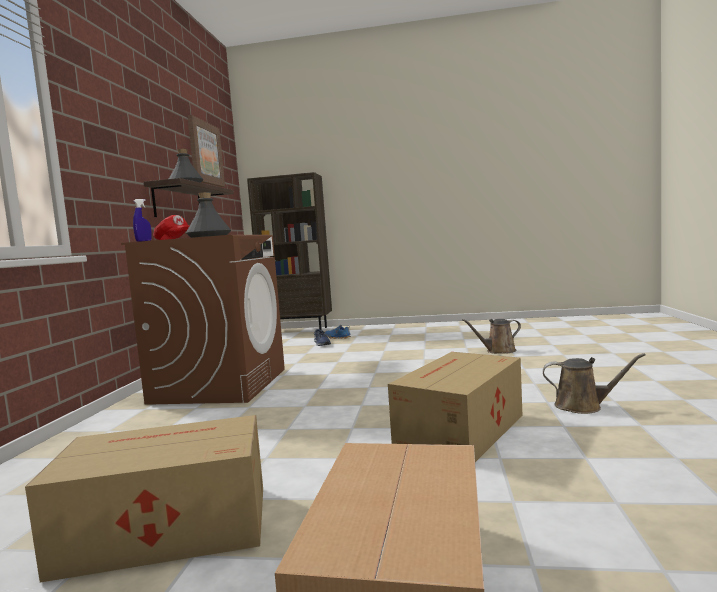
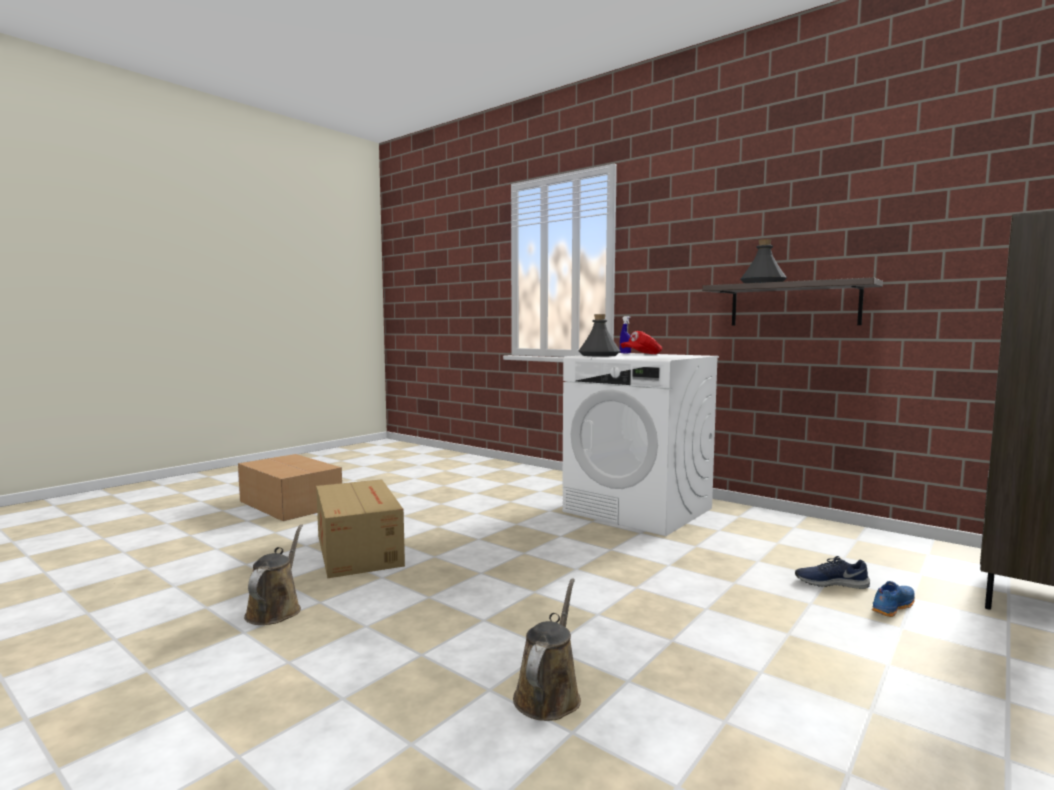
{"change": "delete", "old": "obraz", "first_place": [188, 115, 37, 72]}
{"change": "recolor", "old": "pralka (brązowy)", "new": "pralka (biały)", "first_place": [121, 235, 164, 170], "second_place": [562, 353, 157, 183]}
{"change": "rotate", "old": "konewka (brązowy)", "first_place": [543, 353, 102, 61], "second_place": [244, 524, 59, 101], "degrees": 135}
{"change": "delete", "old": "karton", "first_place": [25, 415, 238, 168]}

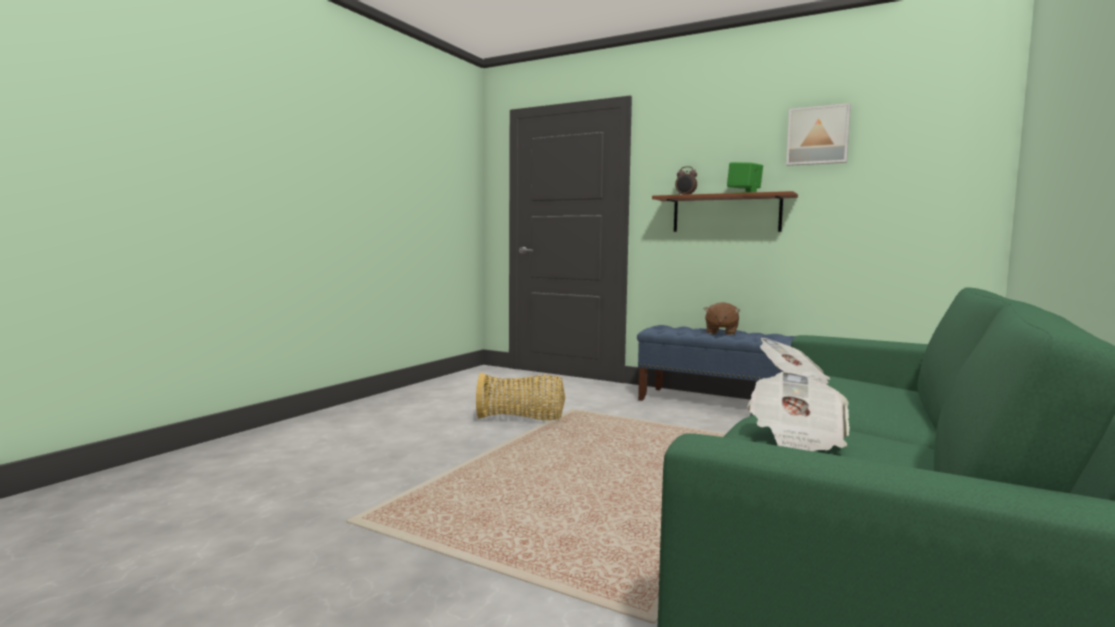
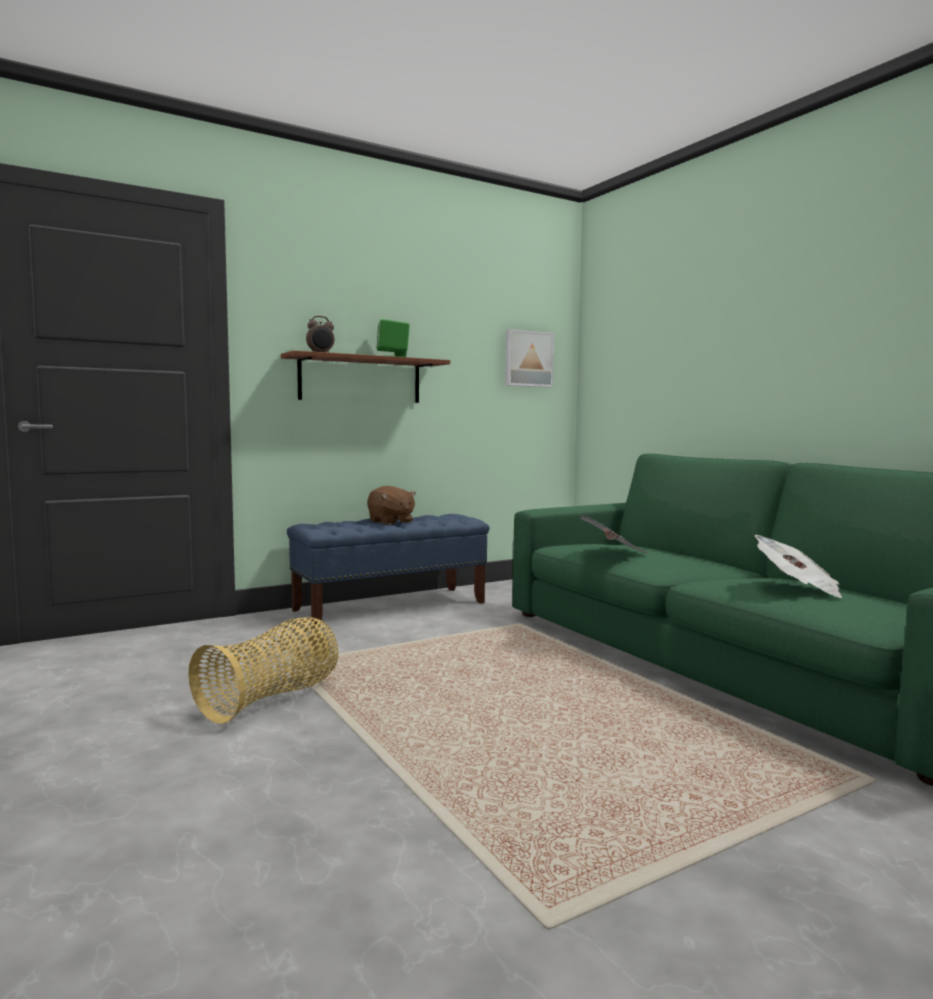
{"change": "move", "old": "obraz", "first_place": [786, 103, 65, 63], "second_place": [505, 329, 49, 58]}

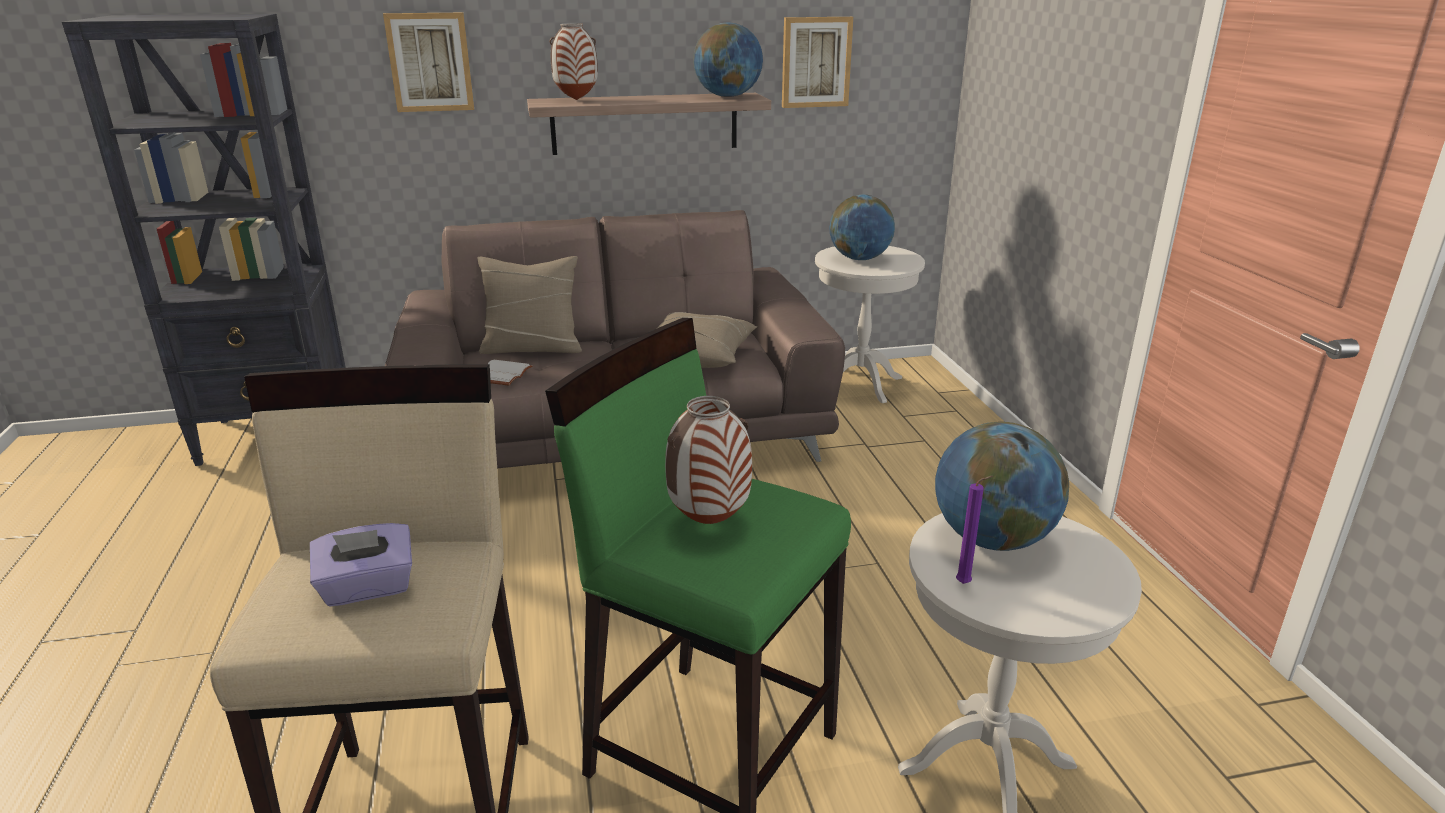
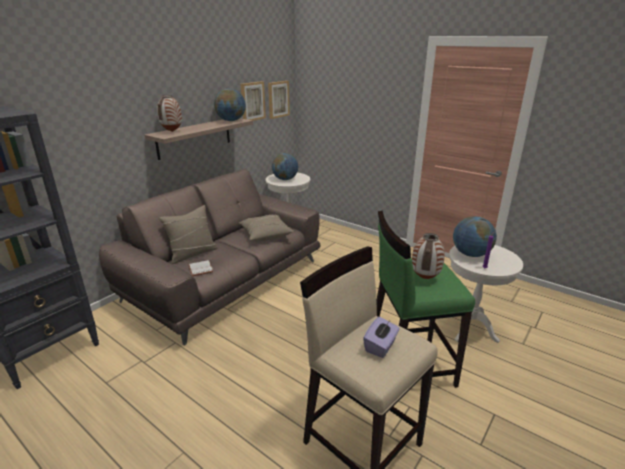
{"change": "move", "old": "obraz", "first_place": [383, 13, 91, 99], "second_place": [268, 81, 22, 38]}

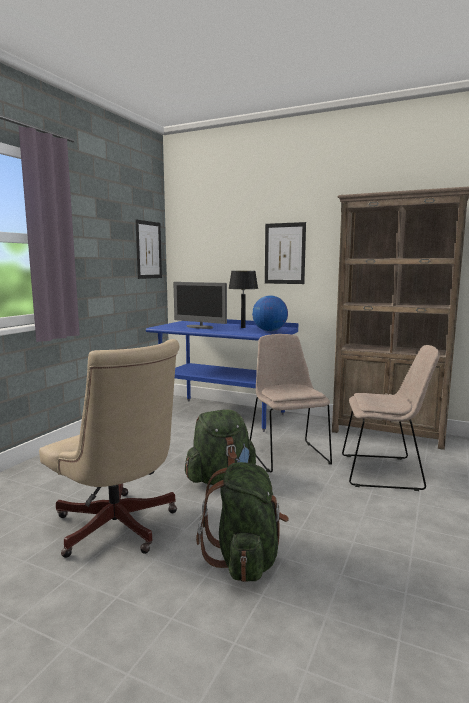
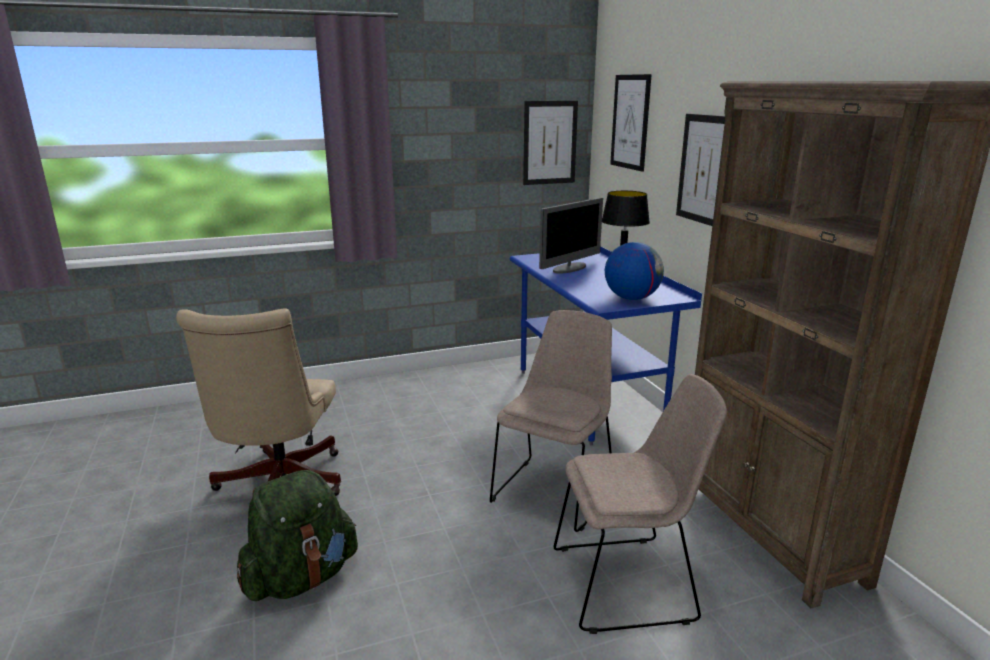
{"change": "rotate", "old": "monitor", "first_place": [173, 282, 54, 47], "second_place": [539, 198, 64, 75], "degrees": -120}
{"change": "rotate", "old": "krzesło (beżowy)", "first_place": [342, 345, 98, 146], "second_place": [554, 374, 173, 260], "degrees": -60}
{"change": "delete", "old": "plecak (zielony)", "first_place": [185, 409, 71, 76]}
{"change": "insert", "new": "obraz", "second_place": [610, 74, 42, 98]}

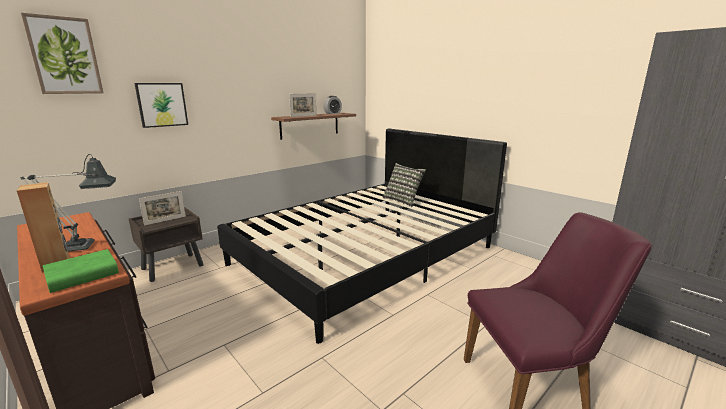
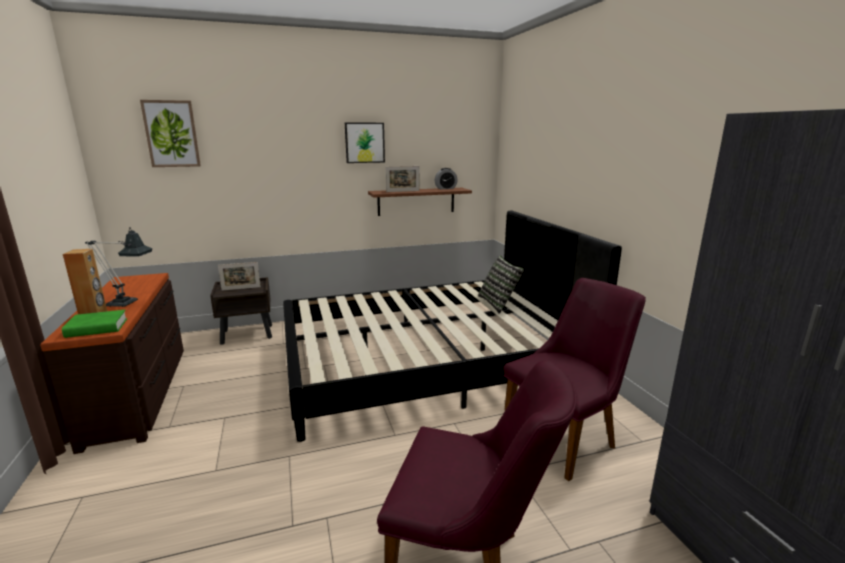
{"change": "move", "old": "obraz", "first_place": [134, 83, 54, 45], "second_place": [345, 122, 40, 41]}
{"change": "insert", "new": "krzesło (fioletowy)", "second_place": [503, 278, 143, 203]}

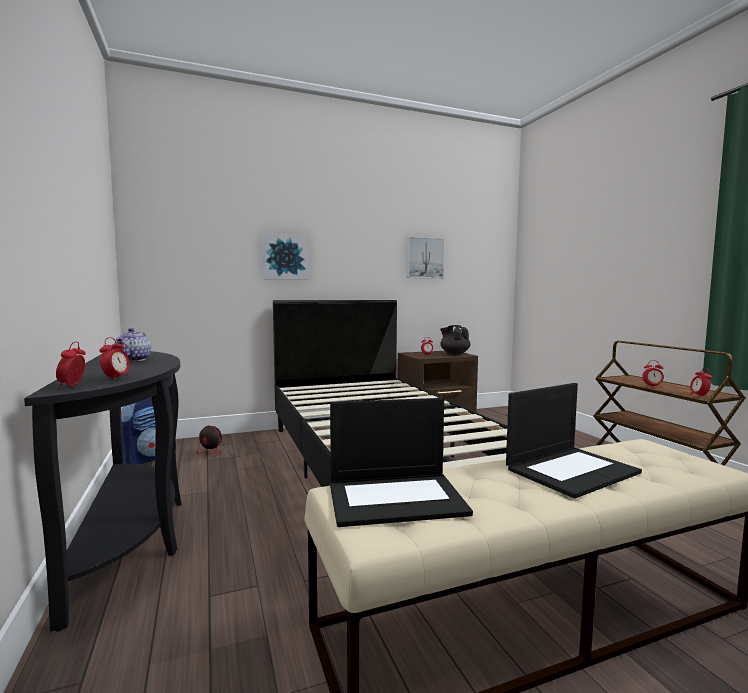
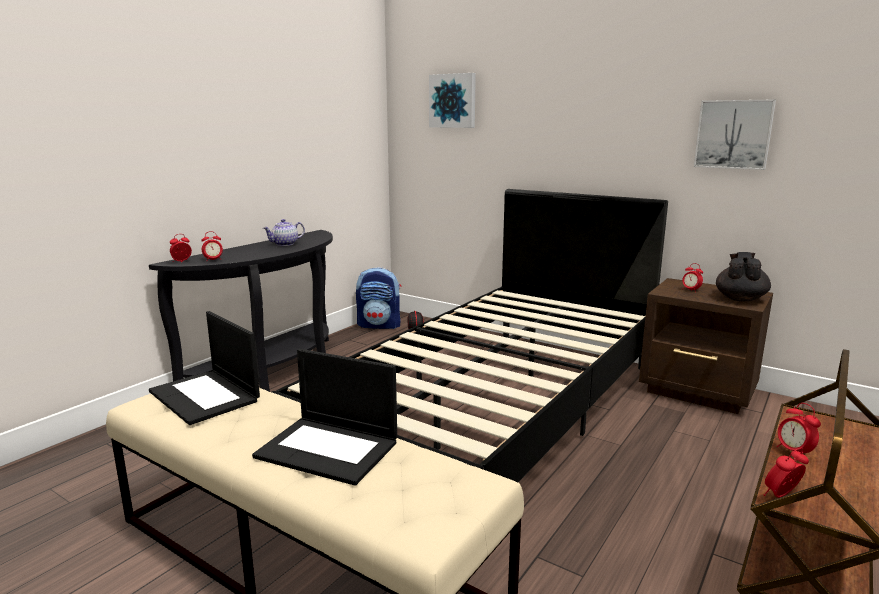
{"change": "move", "old": "obraz", "first_place": [262, 233, 47, 47], "second_place": [429, 73, 47, 55]}

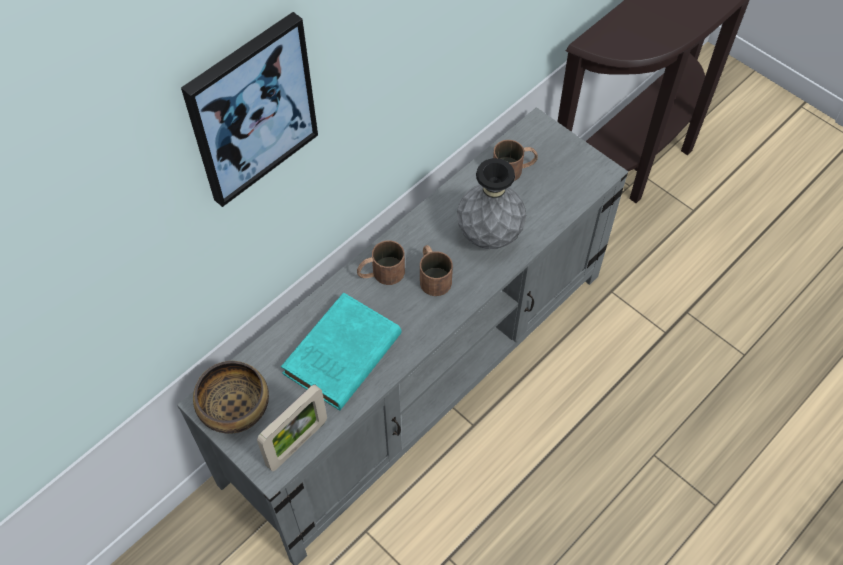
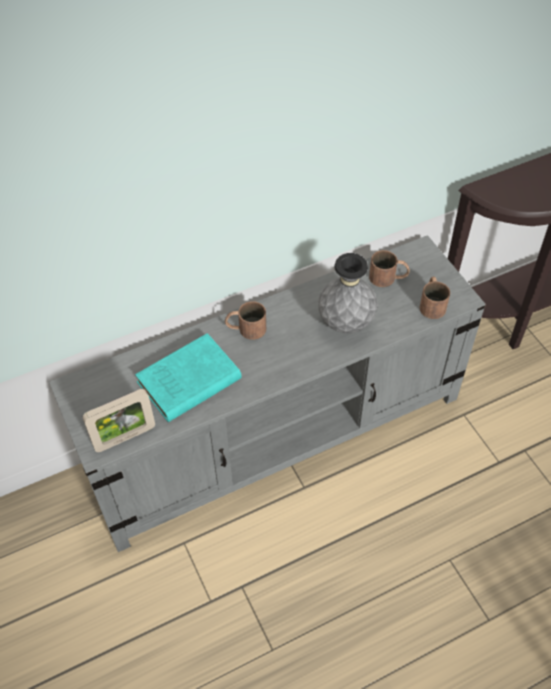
{"change": "delete", "old": "obraz", "first_place": [181, 12, 137, 195]}
{"change": "move", "old": "kubek (brązowy)", "first_place": [420, 245, 33, 51], "second_place": [420, 276, 30, 43]}
{"change": "delete", "old": "miska", "first_place": [193, 361, 76, 73]}

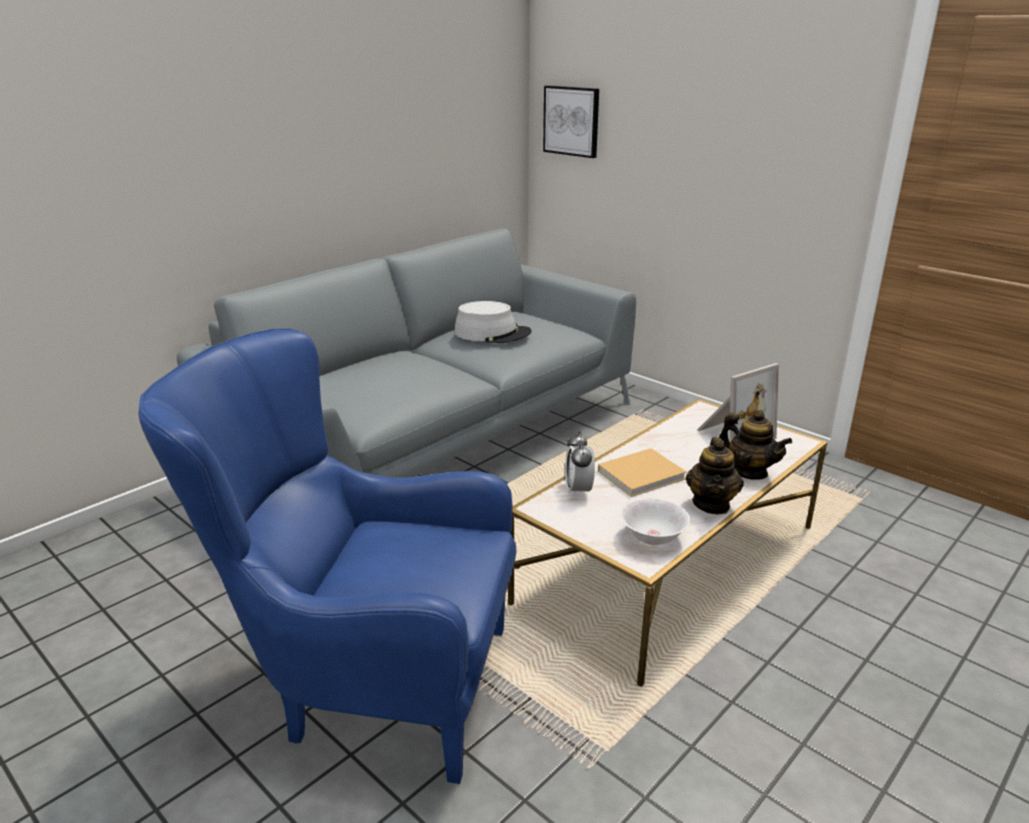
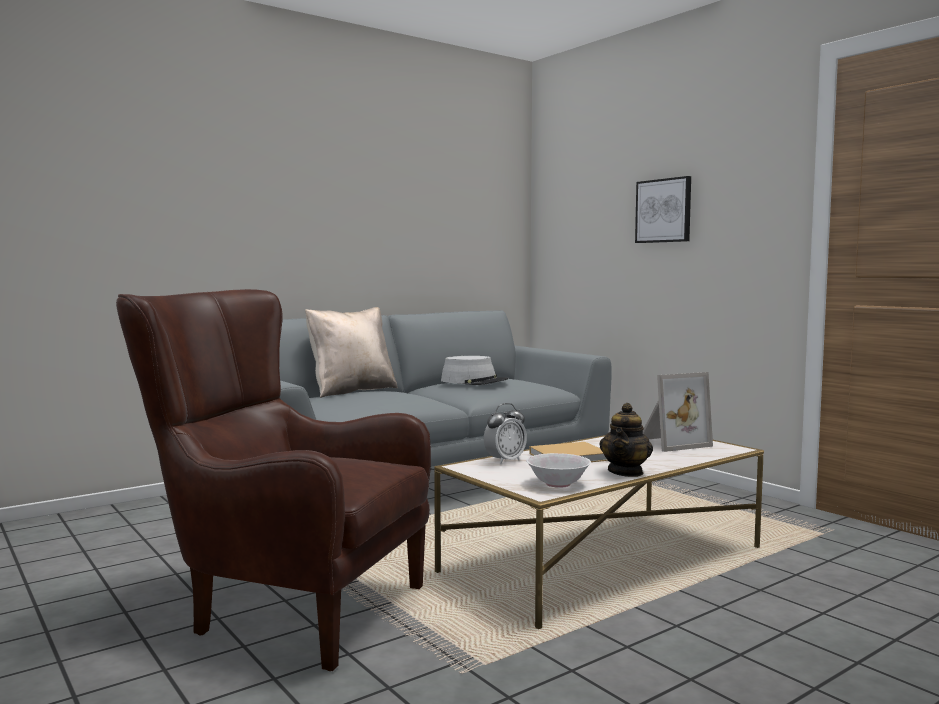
{"change": "move", "old": "obraz", "first_place": [543, 85, 56, 73], "second_place": [635, 176, 56, 67]}
{"change": "recolor", "old": "fotel (niebieski)", "new": "fotel (brązowy)", "first_place": [138, 328, 378, 456], "second_place": [116, 289, 315, 382]}
{"change": "delete", "old": "imbryk", "first_place": [719, 410, 73, 70]}
{"change": "rotate", "old": "budzik", "first_place": [565, 431, 30, 67], "second_place": [484, 403, 43, 61], "degrees": -135}
{"change": "insert", "new": "poduszka (beżowy)", "second_place": [305, 307, 93, 91]}

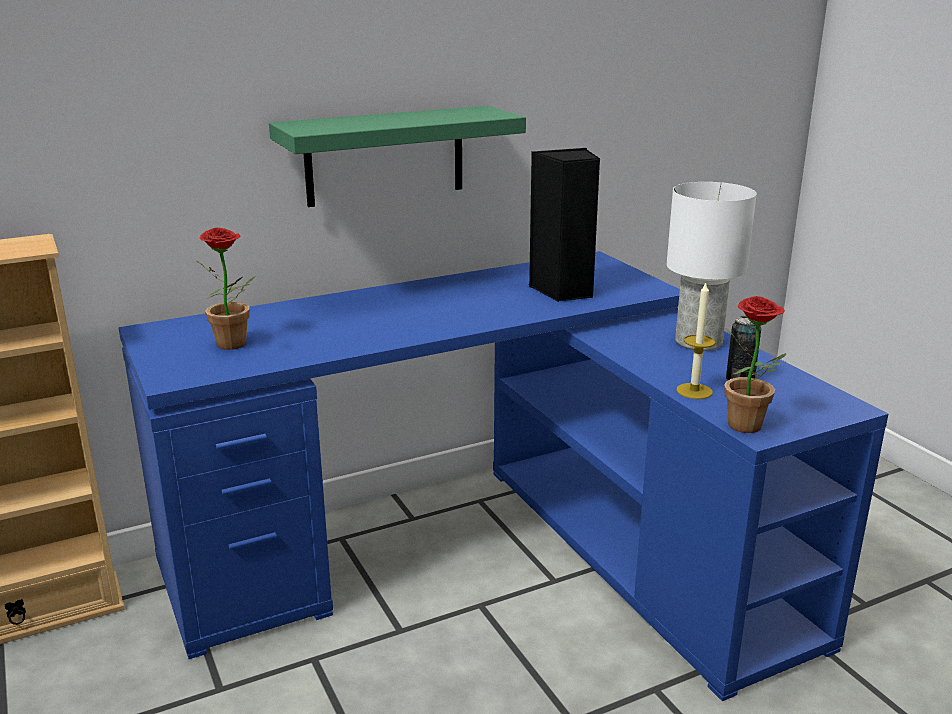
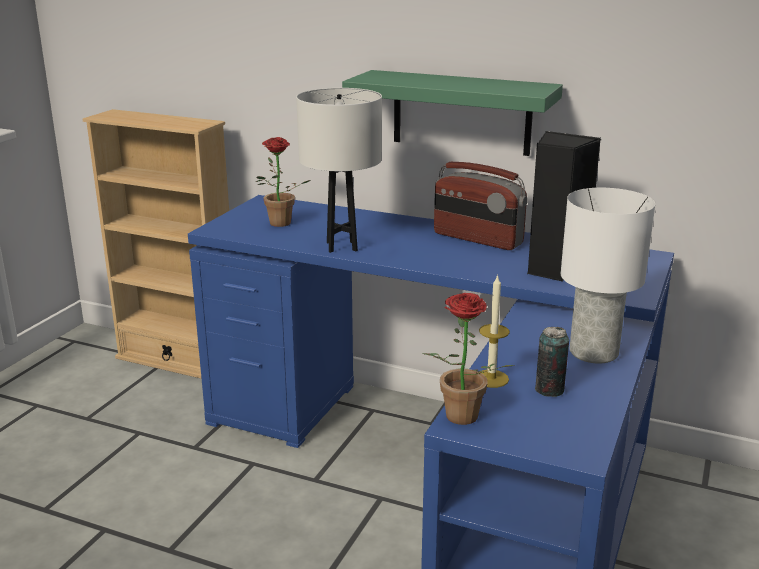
{"change": "insert", "new": "lampa stołowa (biały)", "second_place": [296, 88, 86, 165]}
{"change": "insert", "new": "radio", "second_place": [434, 162, 94, 88]}

